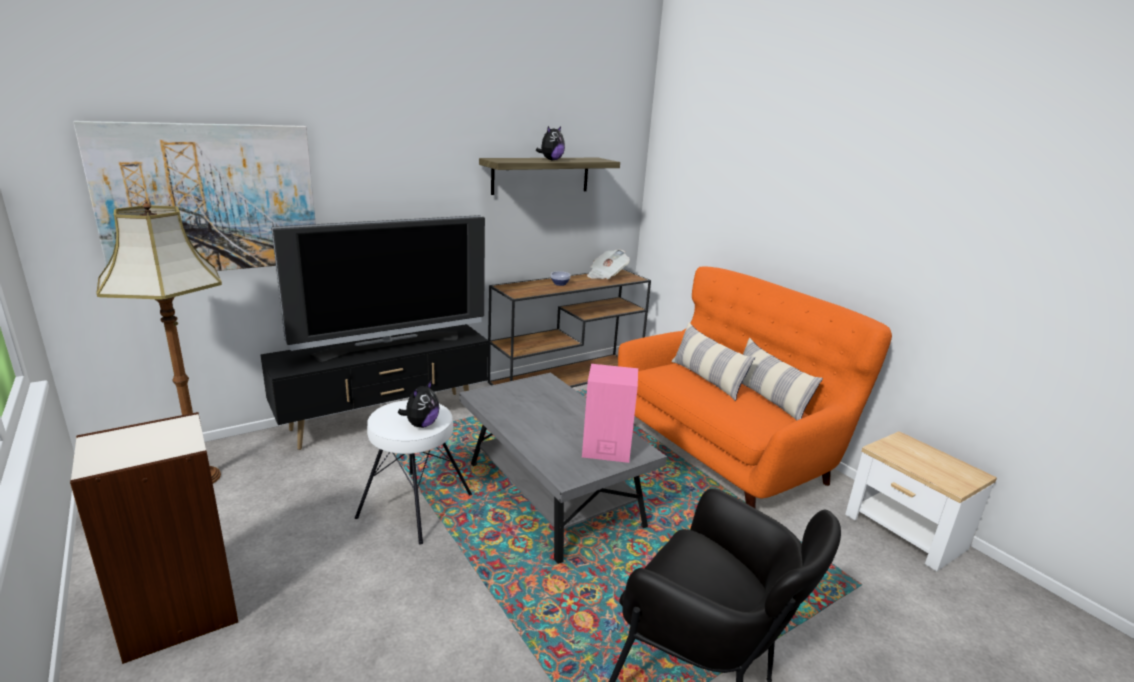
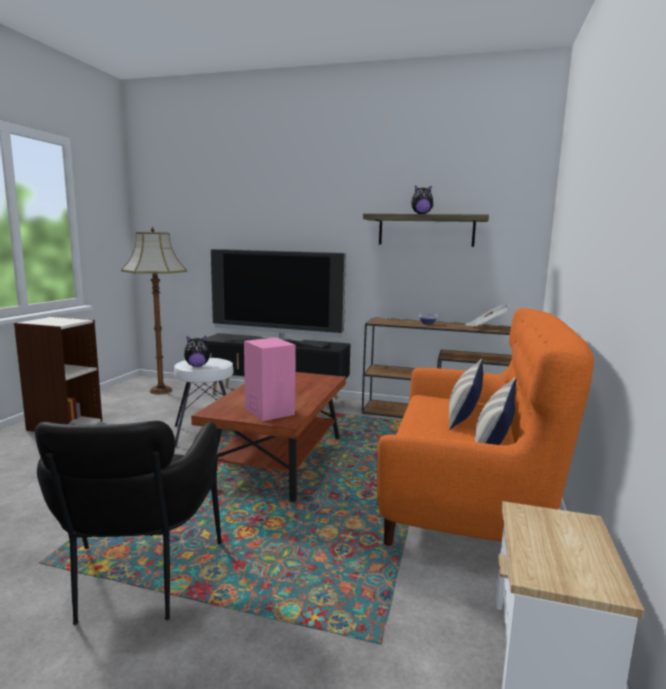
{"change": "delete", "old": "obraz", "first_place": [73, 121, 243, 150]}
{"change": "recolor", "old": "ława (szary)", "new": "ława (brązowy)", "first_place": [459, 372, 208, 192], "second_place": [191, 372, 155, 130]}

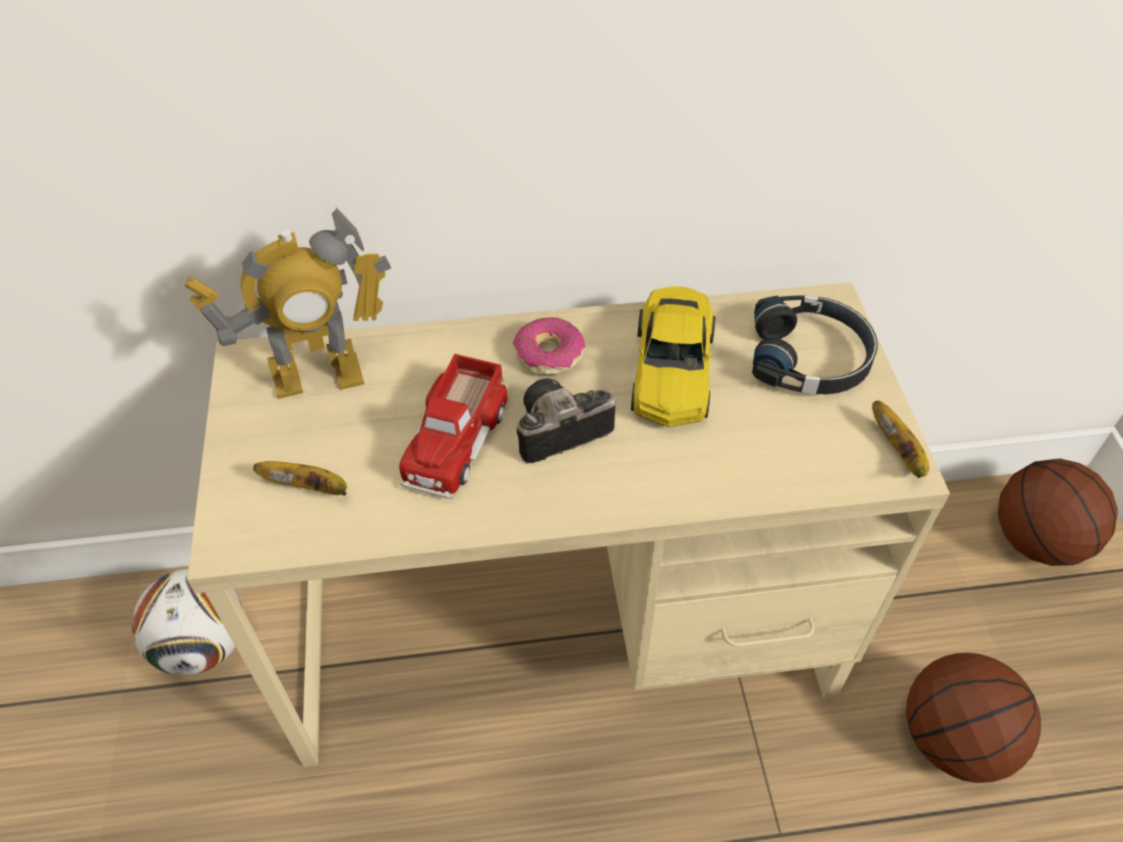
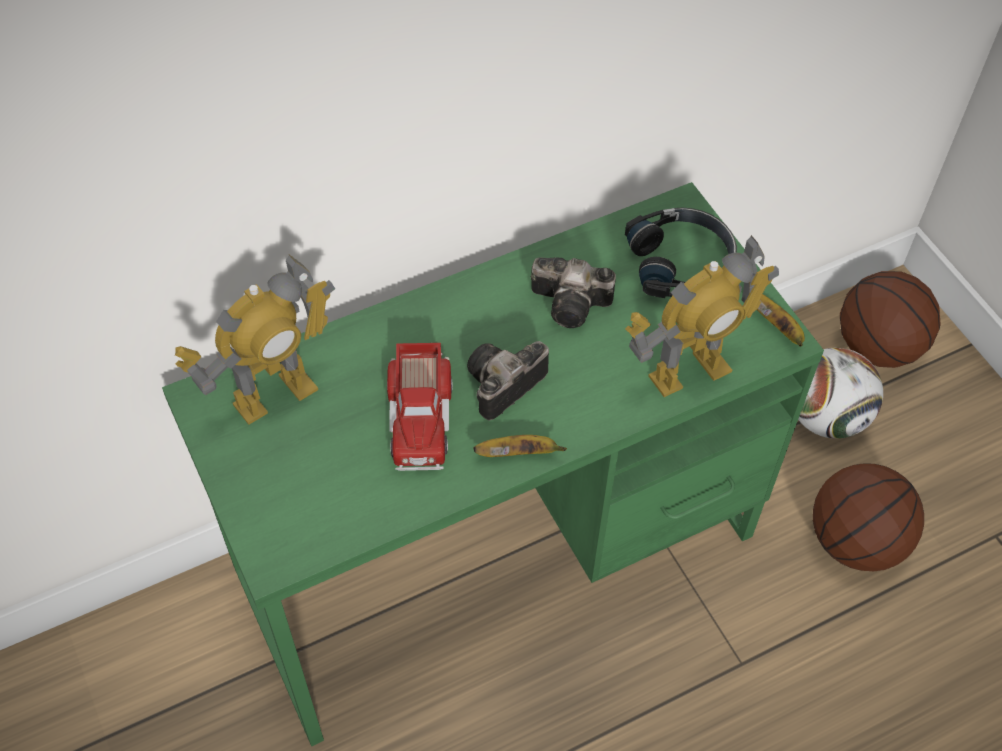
{"change": "recolor", "old": "biurko (beżowy)", "new": "biurko (zielony)", "first_place": [187, 282, 763, 485], "second_place": [162, 182, 662, 564]}
{"change": "replace", "old": "samochodzik (żółty)", "new": "aparat fotograficzny", "first_place": [631, 286, 84, 141], "second_place": [530, 257, 86, 71]}
{"change": "delete", "old": "donut", "first_place": [513, 317, 72, 58]}
{"change": "move", "old": "banan", "first_place": [253, 461, 94, 35], "second_place": [474, 435, 93, 22]}
{"change": "move", "old": "piłka futbolowa", "first_place": [132, 569, 111, 107], "second_place": [798, 348, 85, 91]}
{"change": "insert", "new": "robot zabawkowy", "second_place": [625, 235, 154, 162]}

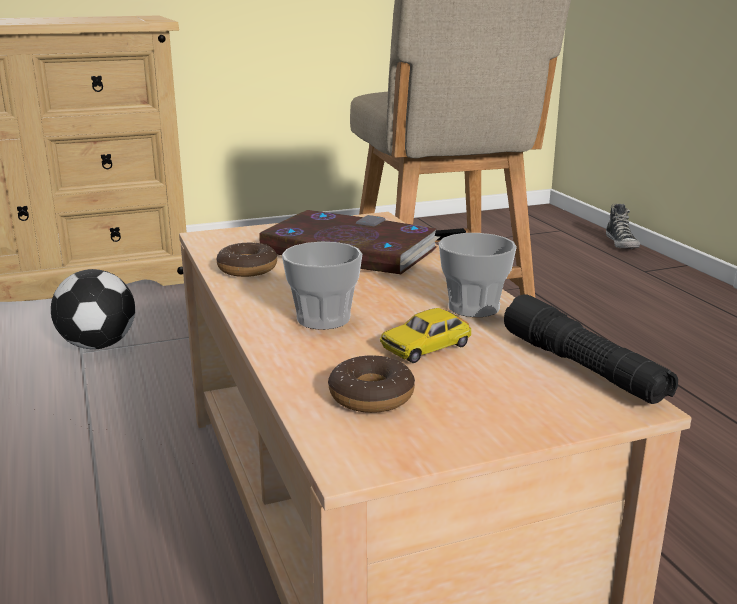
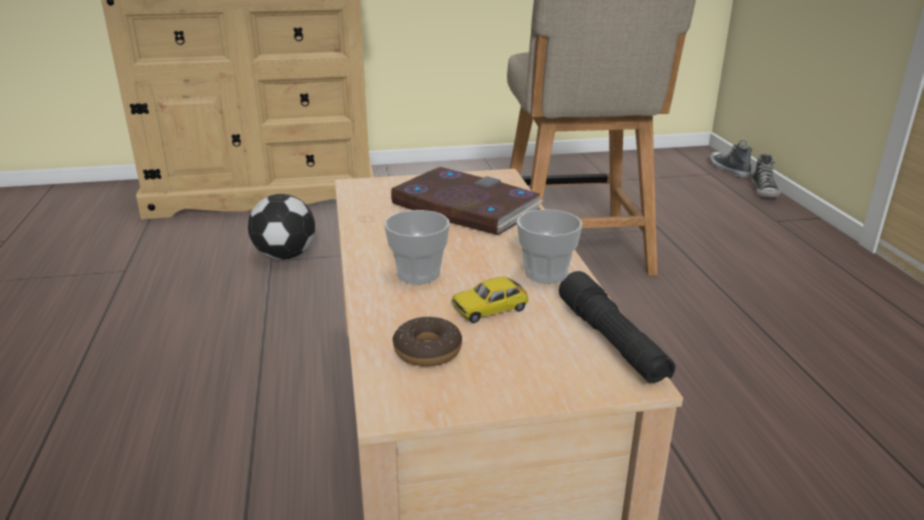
{"change": "delete", "old": "donut", "first_place": [216, 242, 61, 35]}
{"change": "insert", "new": "but", "second_place": [710, 140, 43, 37]}

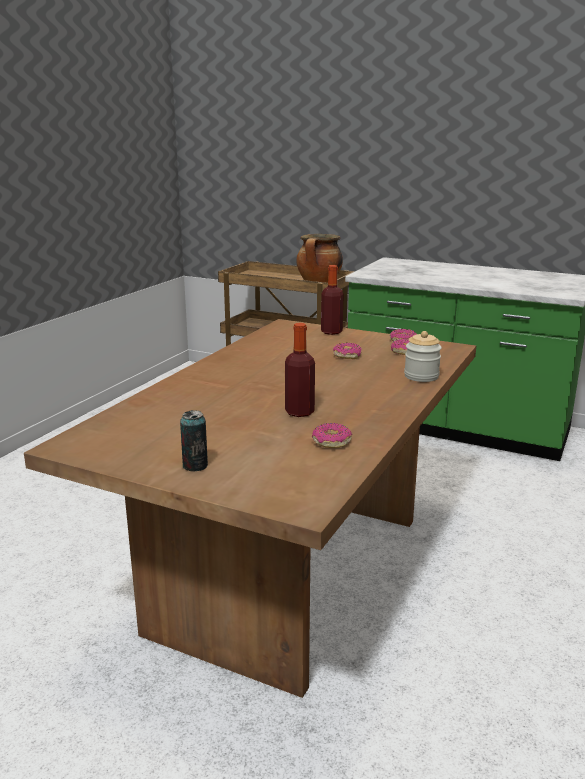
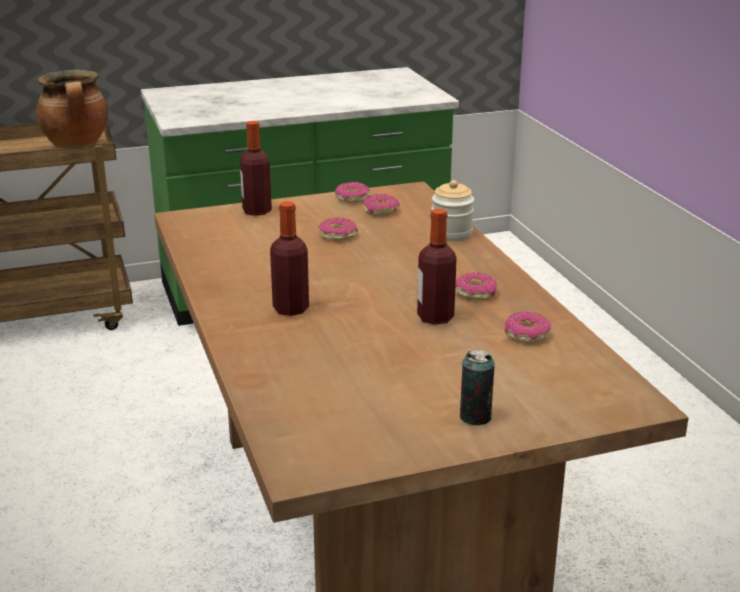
{"change": "insert", "new": "butelka", "second_place": [270, 201, 39, 115]}
{"change": "insert", "new": "donut", "second_place": [455, 272, 42, 28]}

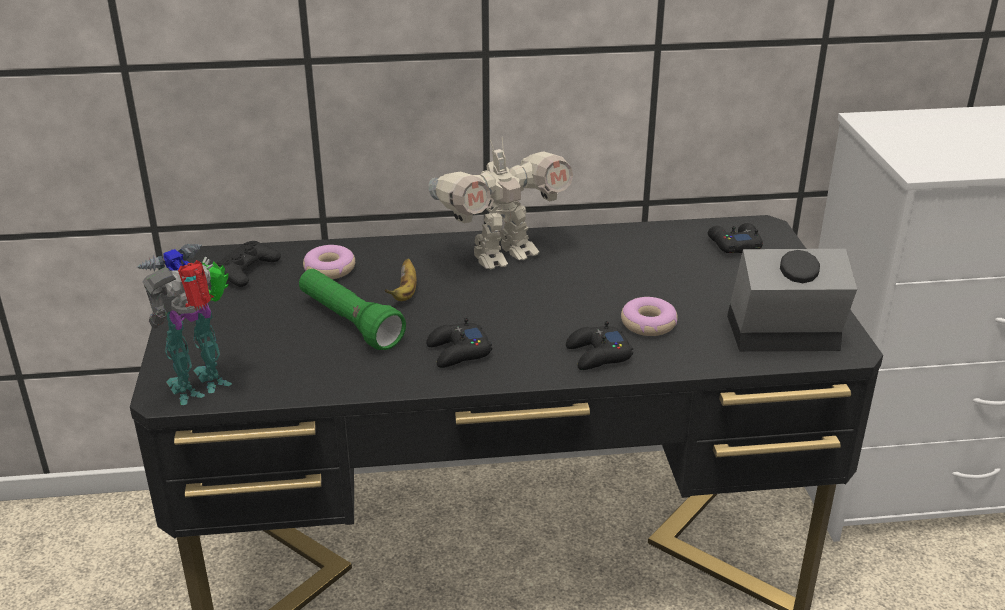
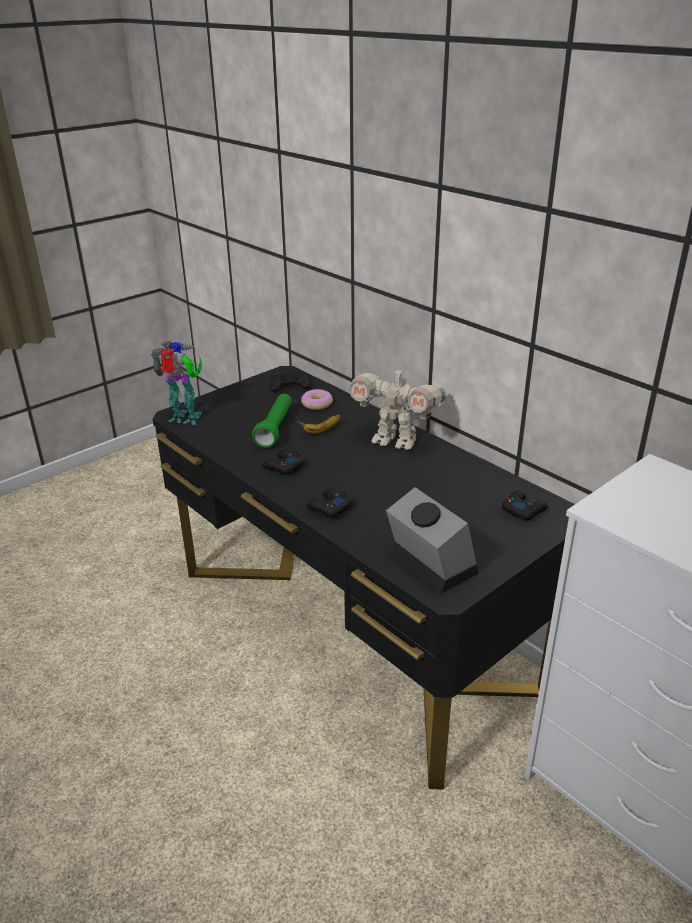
{"change": "delete", "old": "donut", "first_place": [621, 297, 57, 39]}

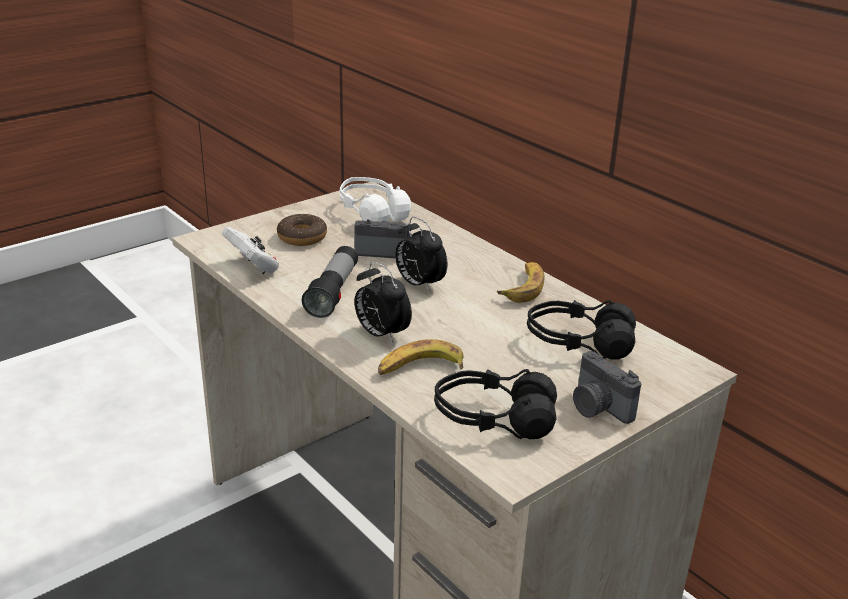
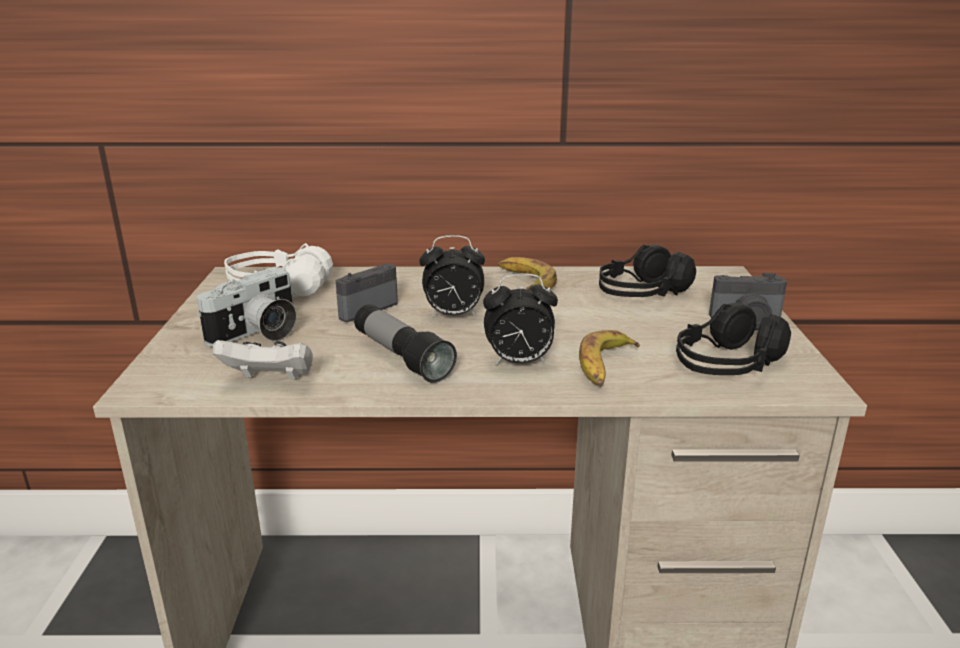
{"change": "replace", "old": "donut", "new": "aparat fotograficzny", "first_place": [277, 214, 50, 32], "second_place": [197, 267, 100, 79]}

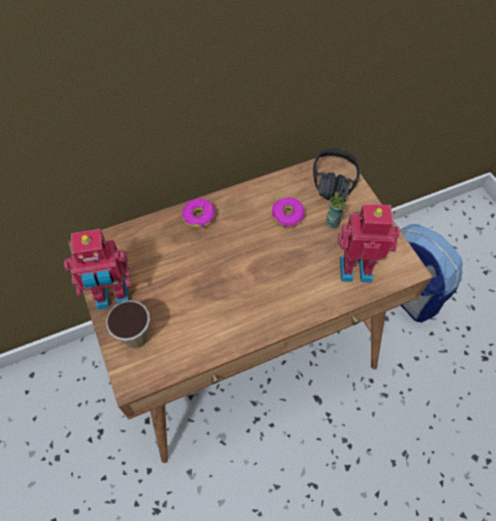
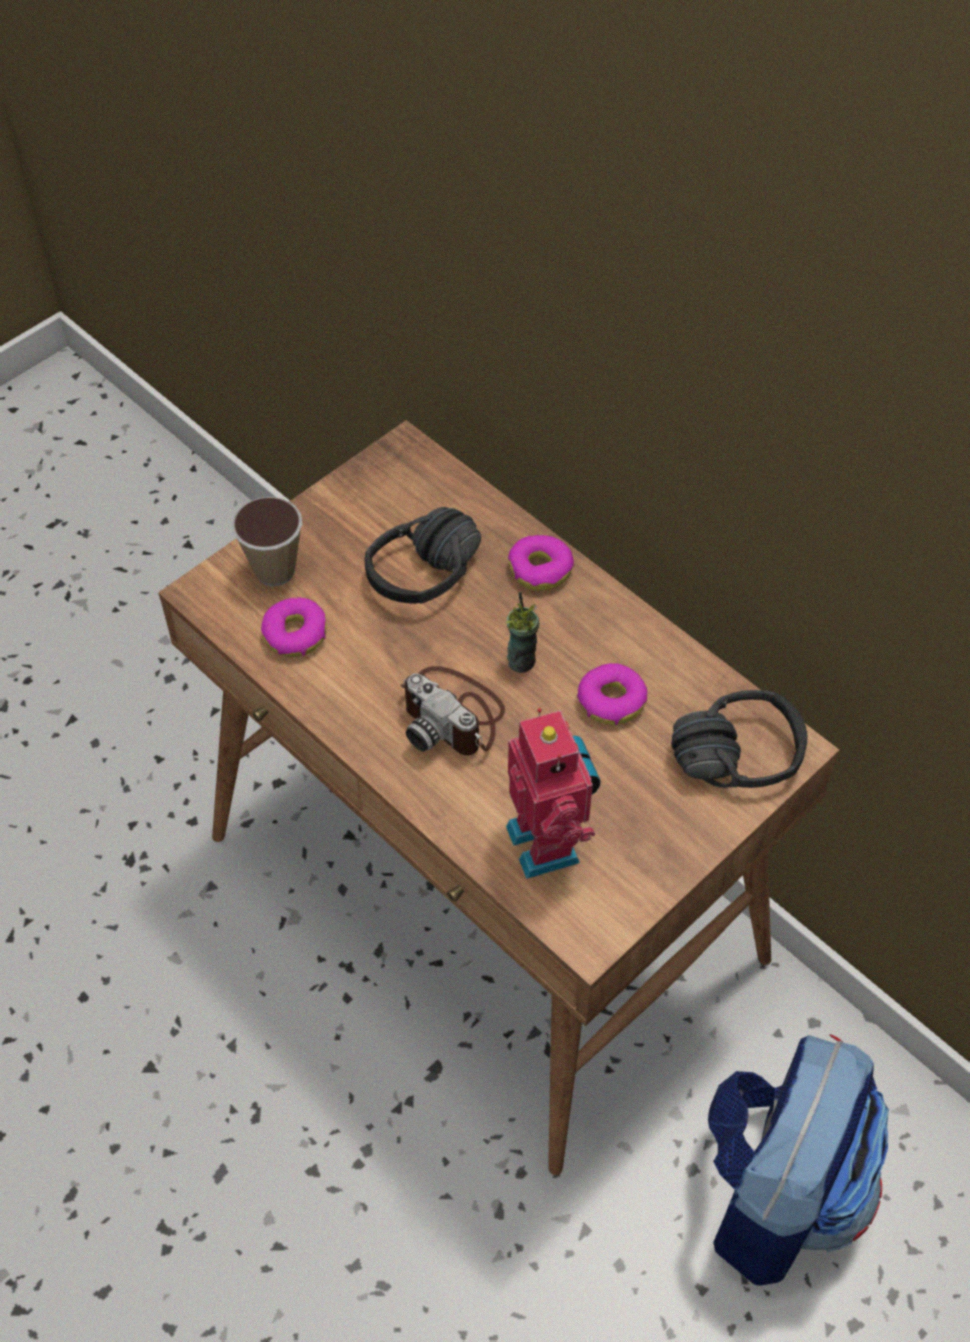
{"change": "move", "old": "filiżanka", "first_place": [325, 192, 22, 37], "second_place": [506, 592, 34, 81]}
{"change": "delete", "old": "robot zabawkowy", "first_place": [64, 229, 67, 81]}
{"change": "insert", "new": "słuchawki (czarny)", "second_place": [365, 507, 116, 97]}
{"change": "insert", "new": "donut", "second_place": [261, 597, 66, 60]}
{"change": "insert", "new": "aparat fotograficzny", "second_place": [400, 666, 105, 90]}

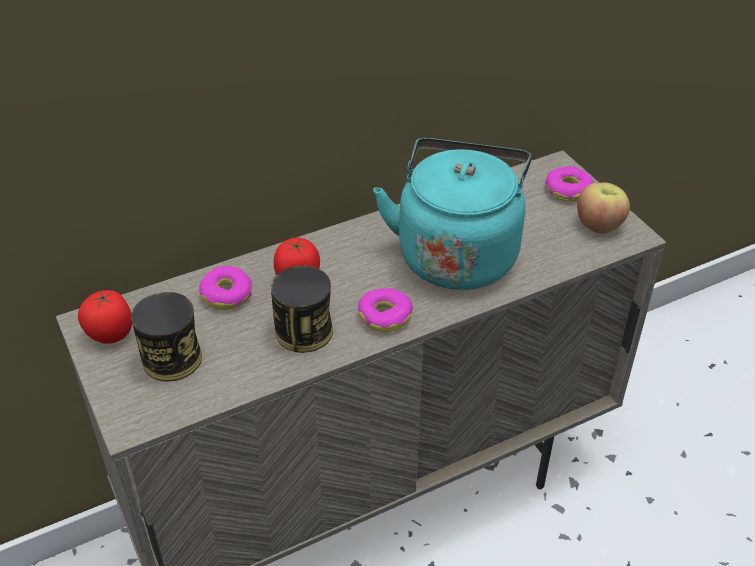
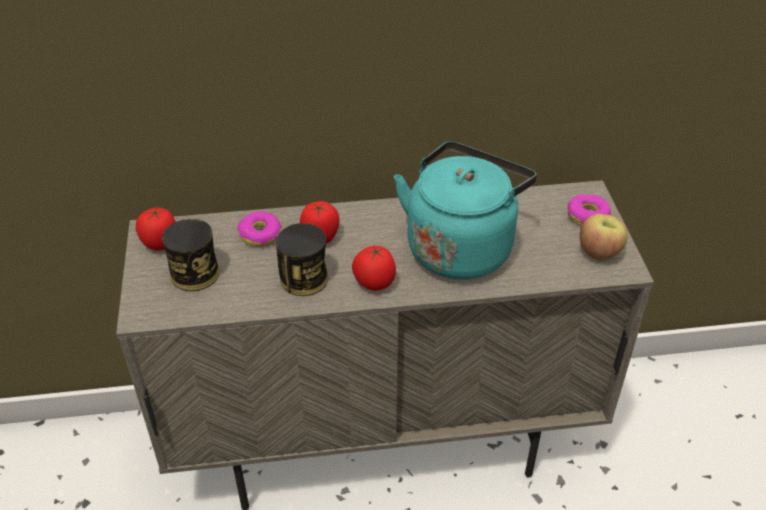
{"change": "replace", "old": "donut", "new": "pomidor", "first_place": [358, 288, 55, 44], "second_place": [352, 245, 44, 46]}

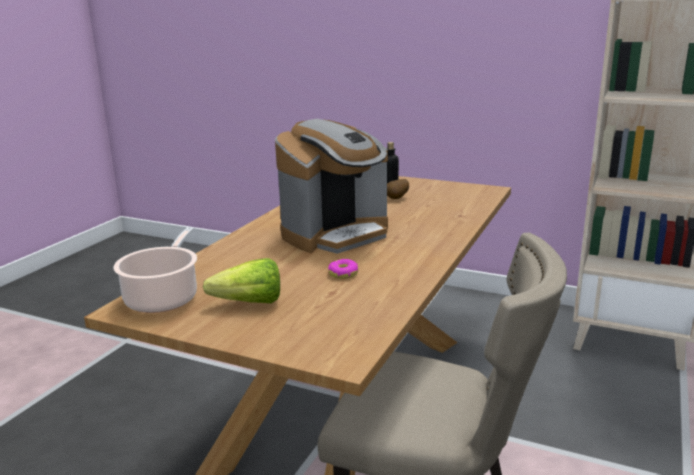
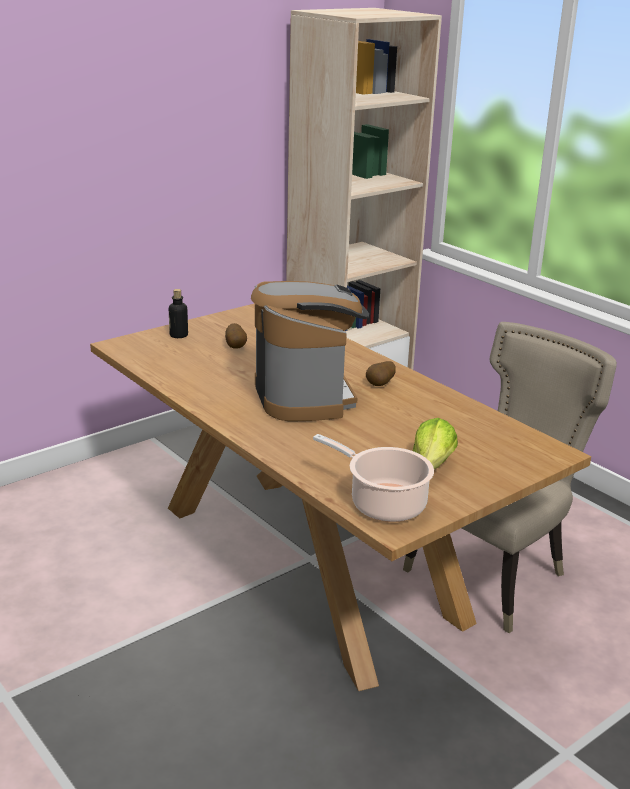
{"change": "delete", "old": "donut", "first_place": [328, 259, 30, 20]}
{"change": "insert", "new": "ziemniak", "second_place": [366, 361, 30, 25]}

